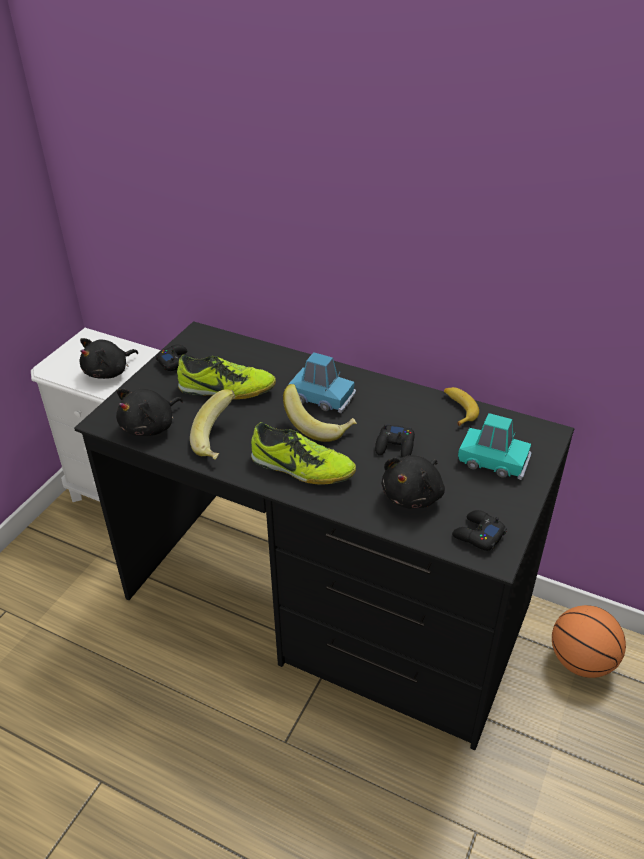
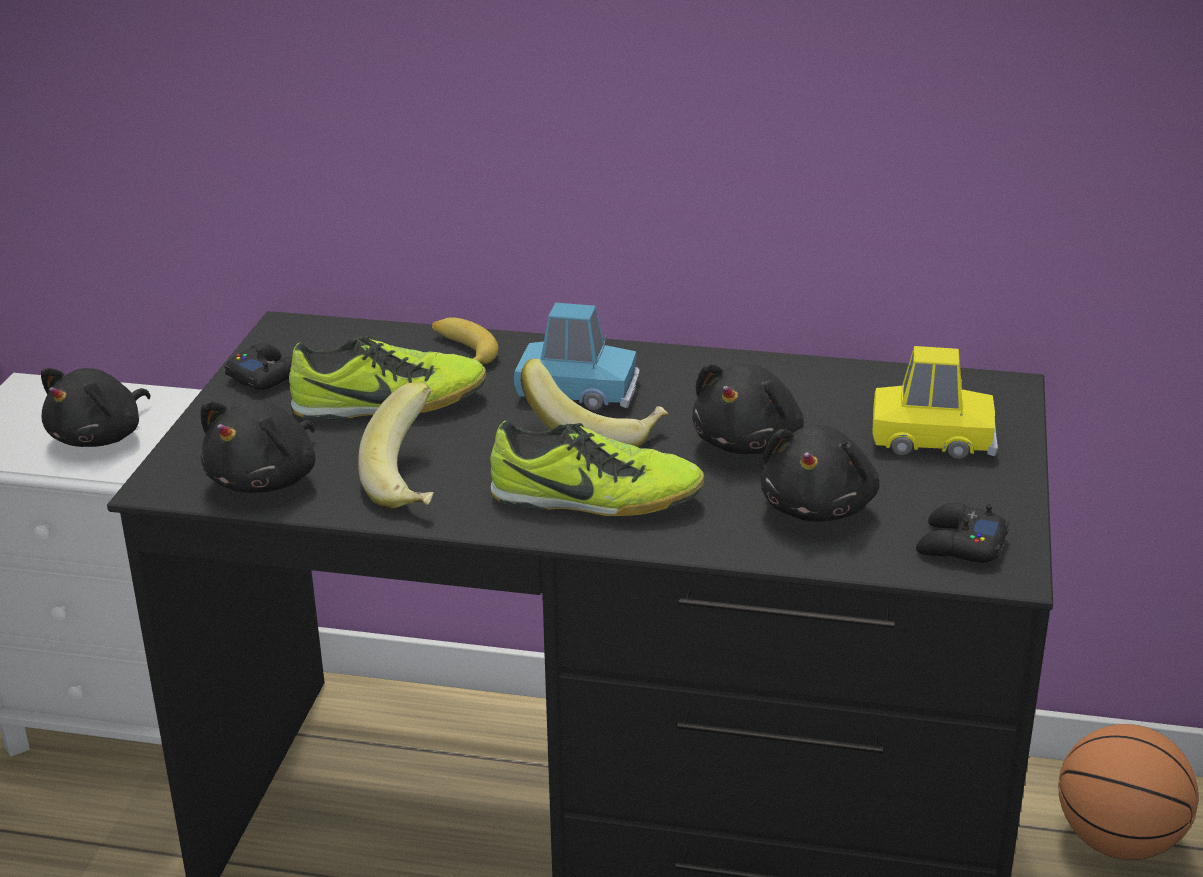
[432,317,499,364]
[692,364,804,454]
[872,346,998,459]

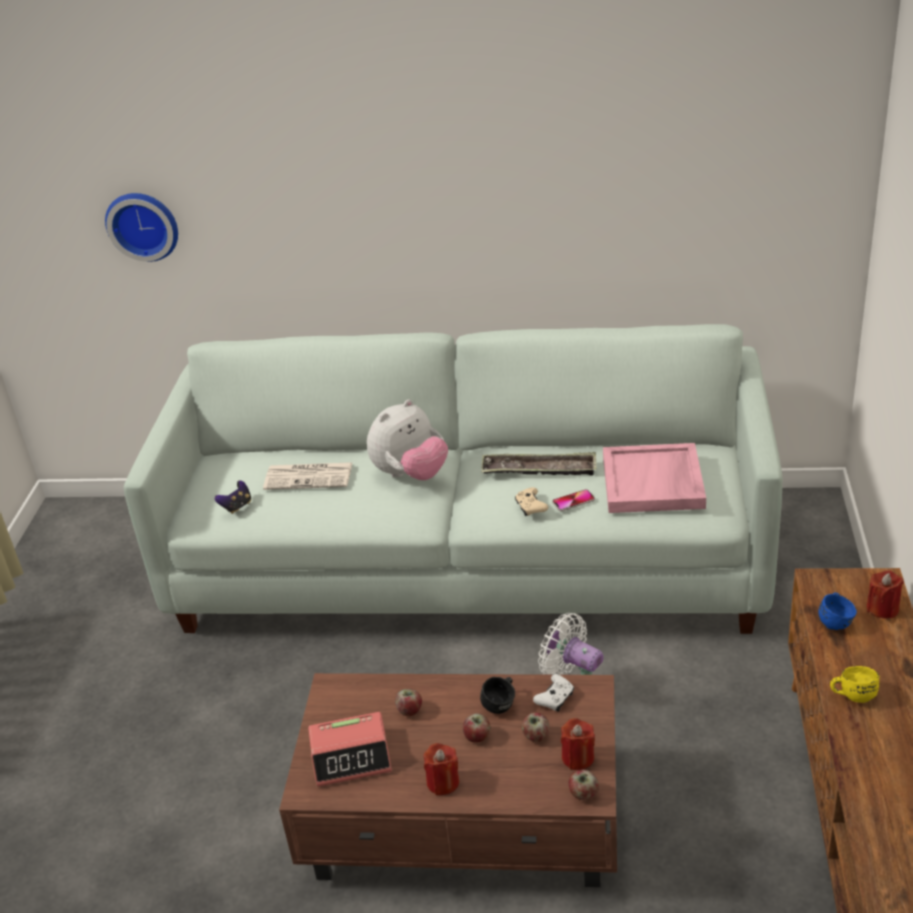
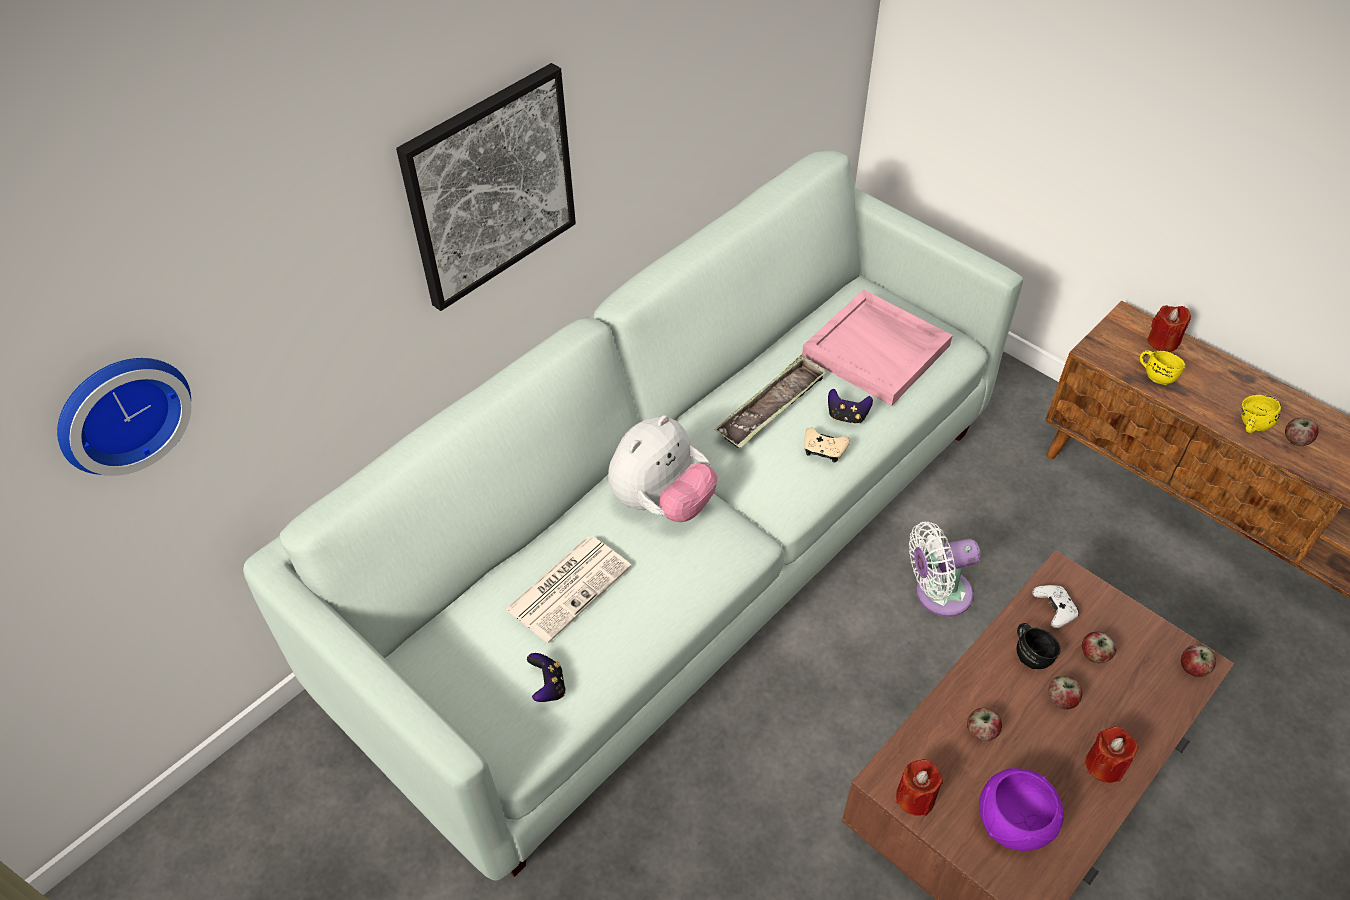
[396,63,576,311]
[608,415,718,522]
[828,389,873,424]
[896,759,943,816]
[979,768,1064,851]
[1140,350,1185,385]
[1285,418,1319,446]

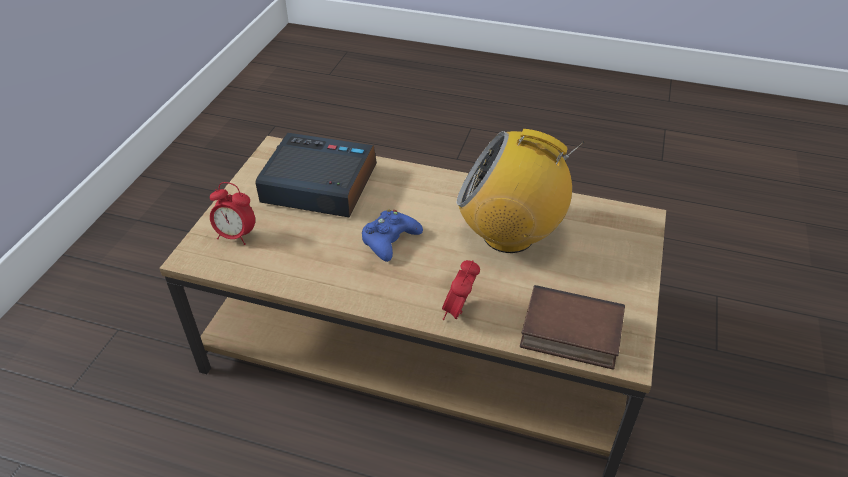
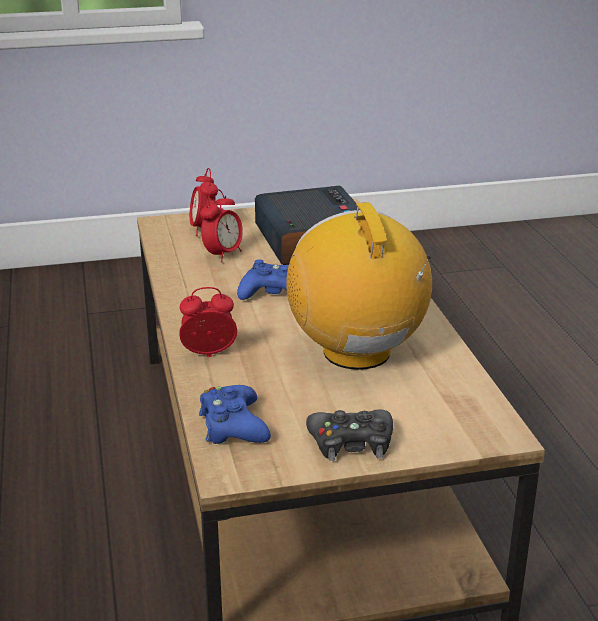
[199,385,271,444]
[200,189,243,262]
[306,409,393,461]

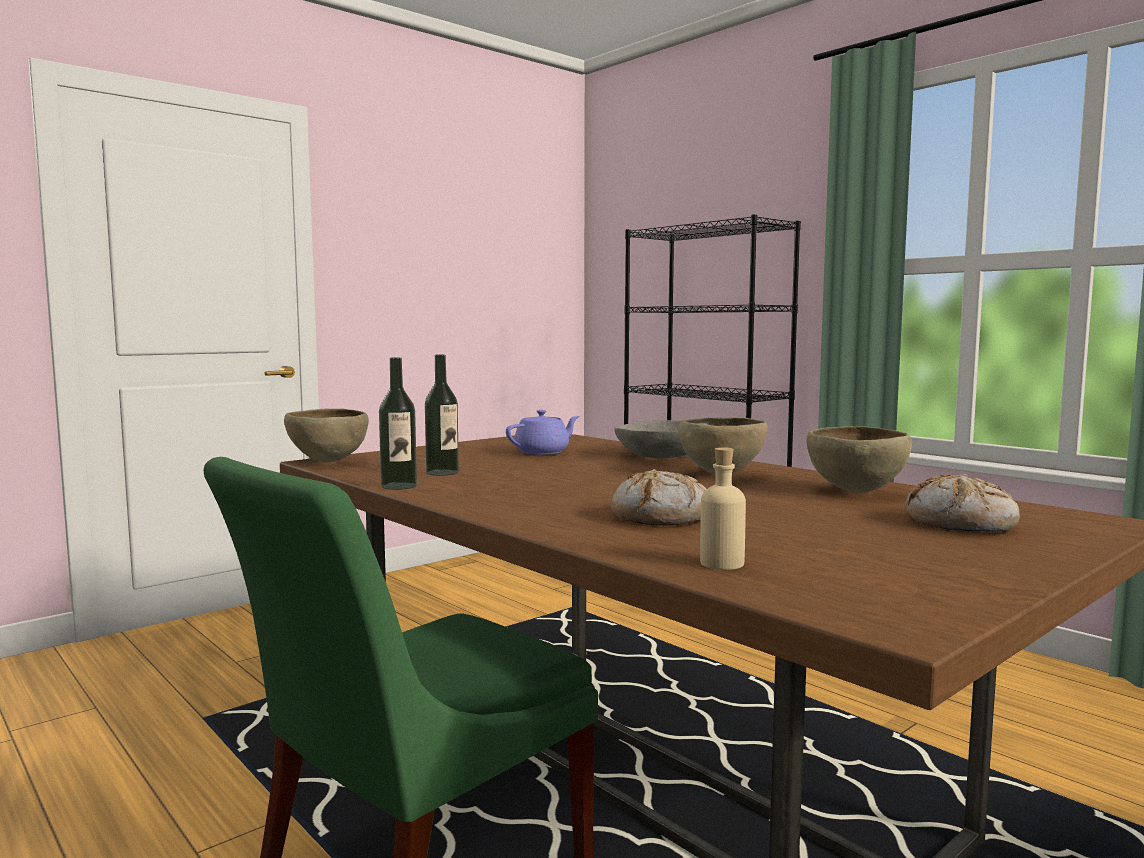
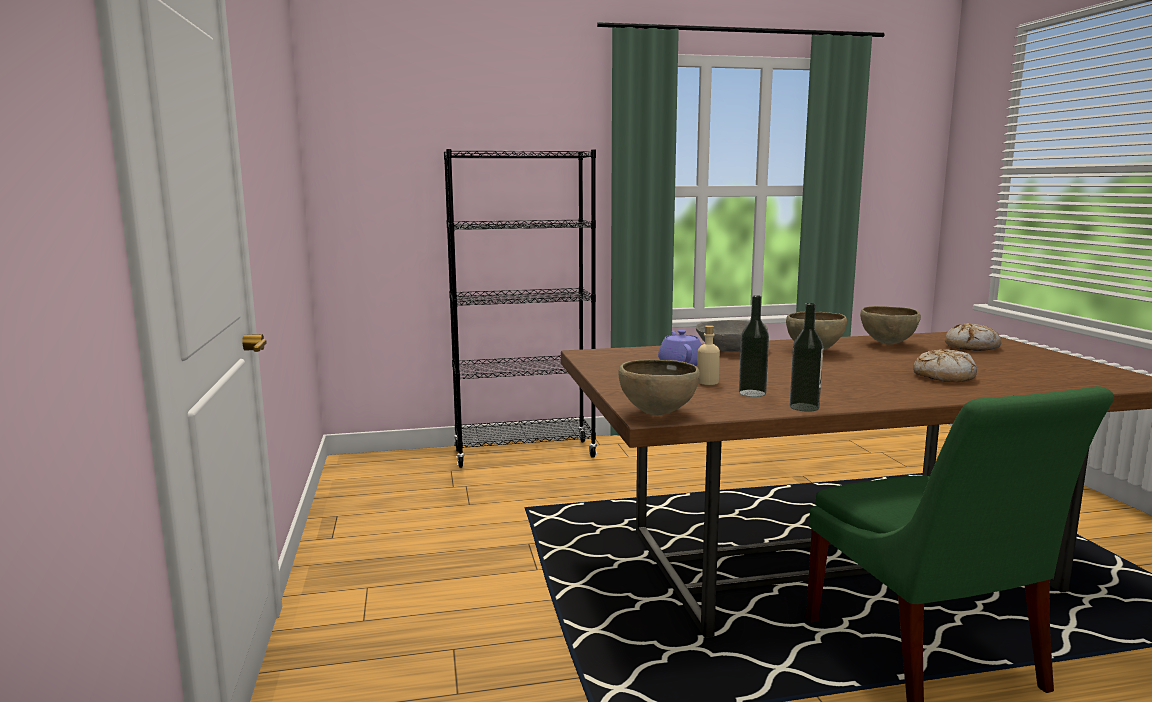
[697,325,720,385]

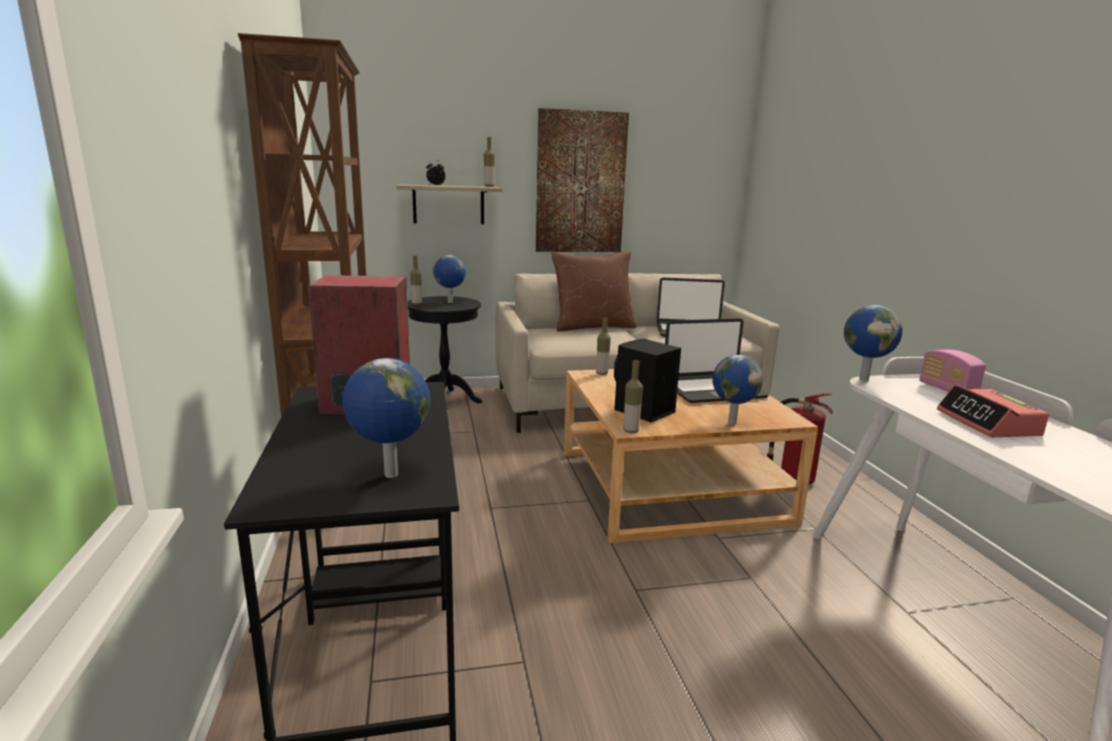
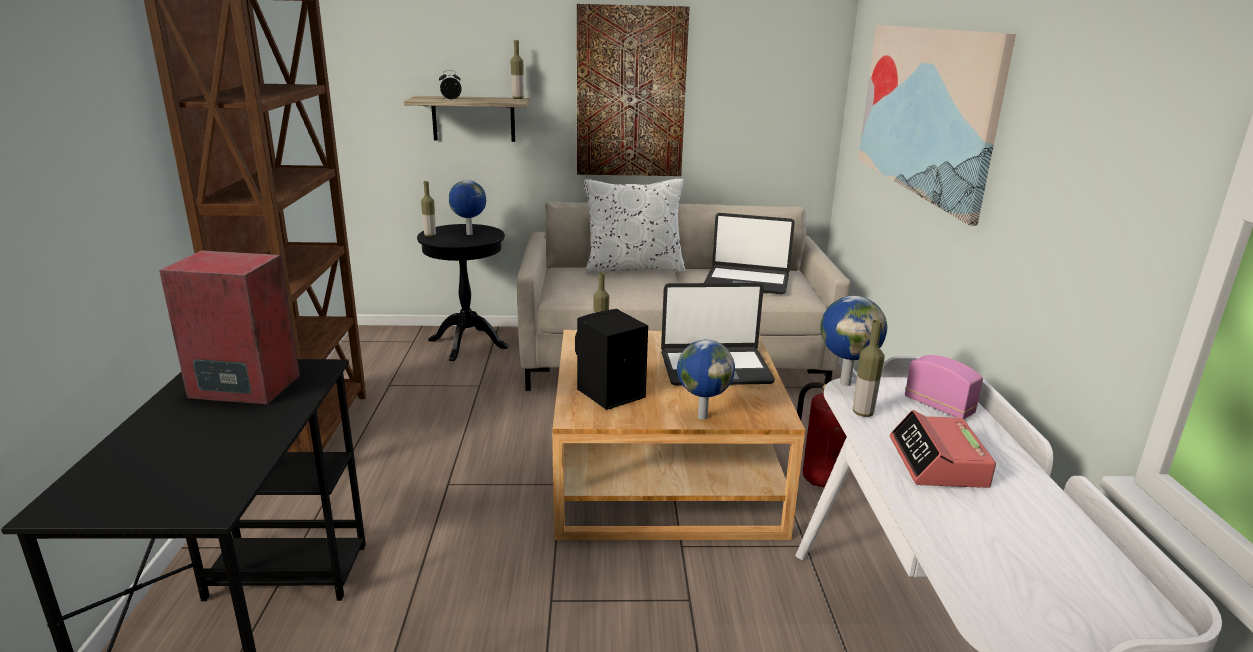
[584,179,685,274]
[853,320,885,417]
[858,25,1016,225]
[905,355,983,419]
[342,358,430,478] (first image)

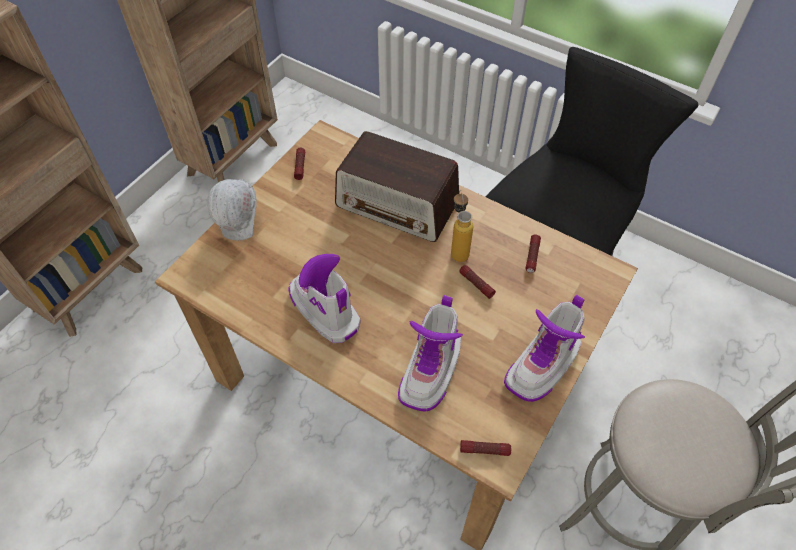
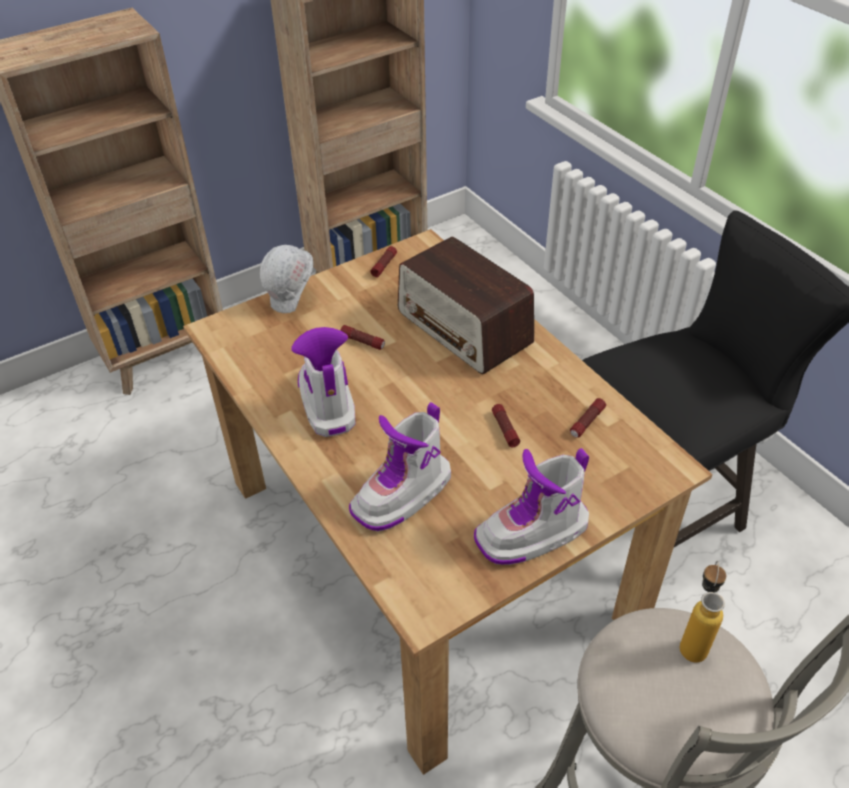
[340,325,385,350]
[680,561,726,663]

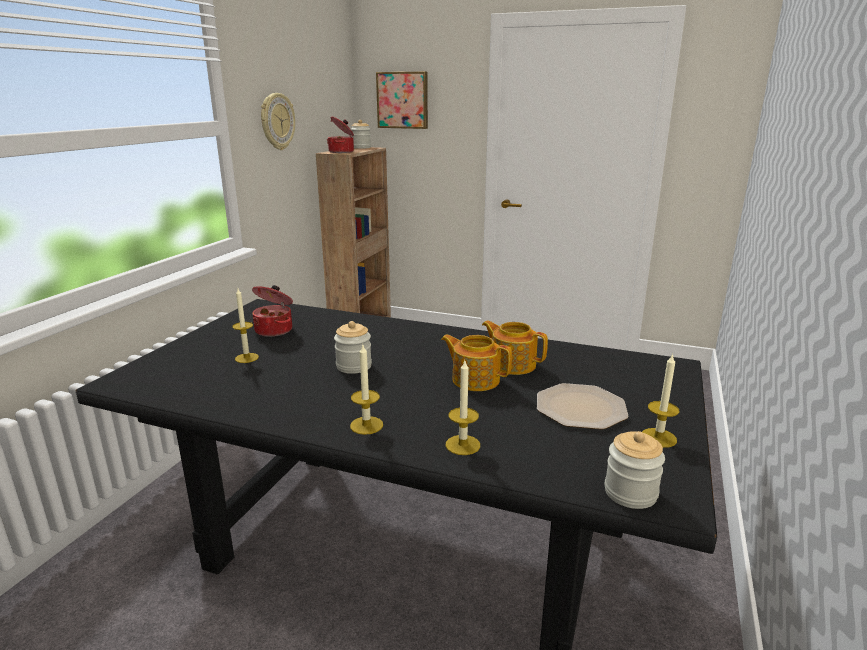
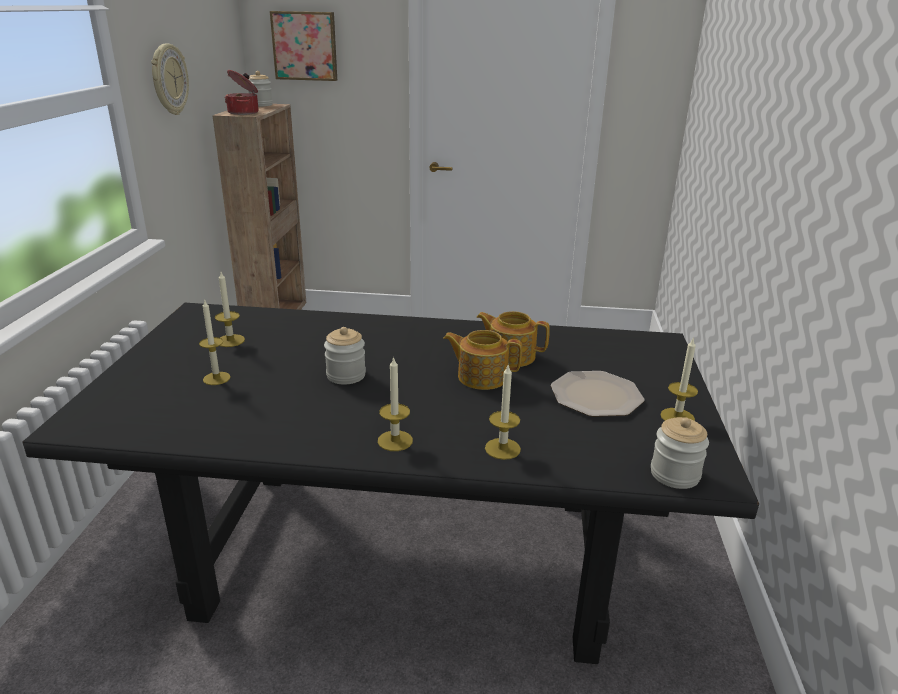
[215,272,245,347]

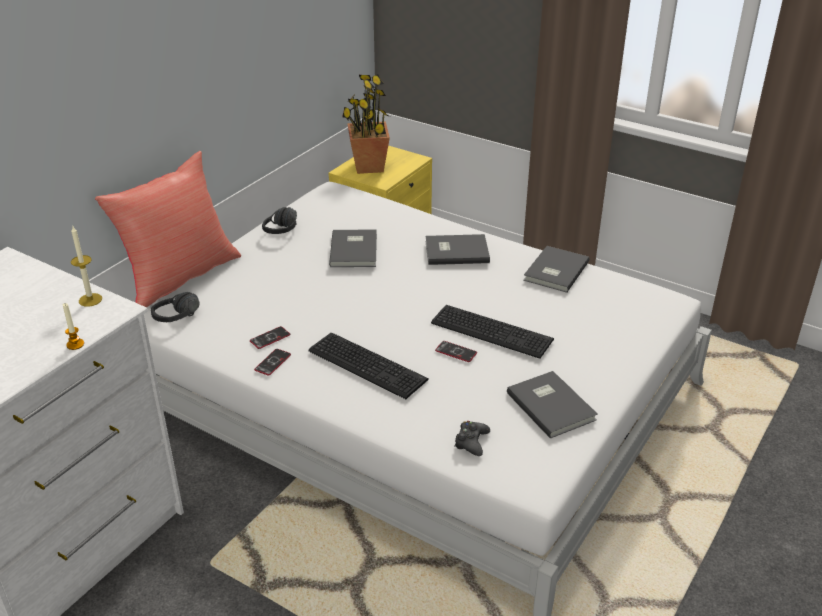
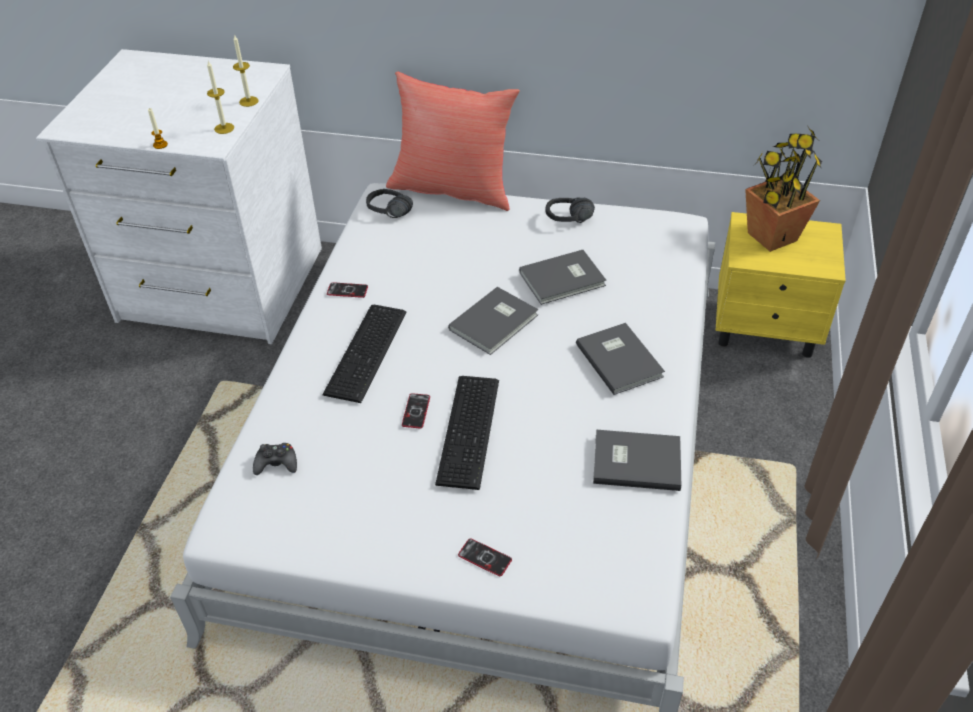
[233,34,259,107]
[448,287,538,355]
[458,538,512,576]

